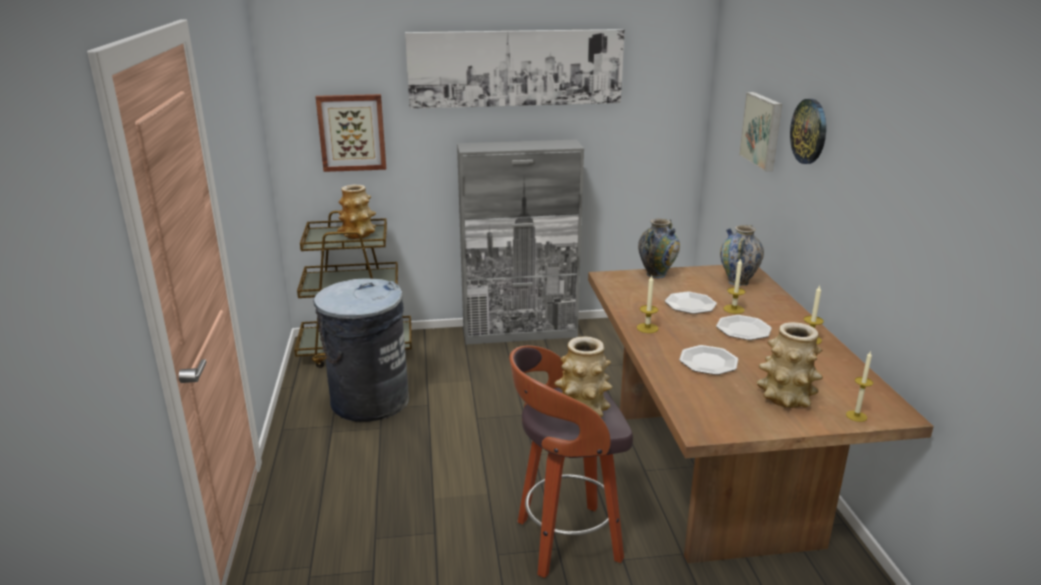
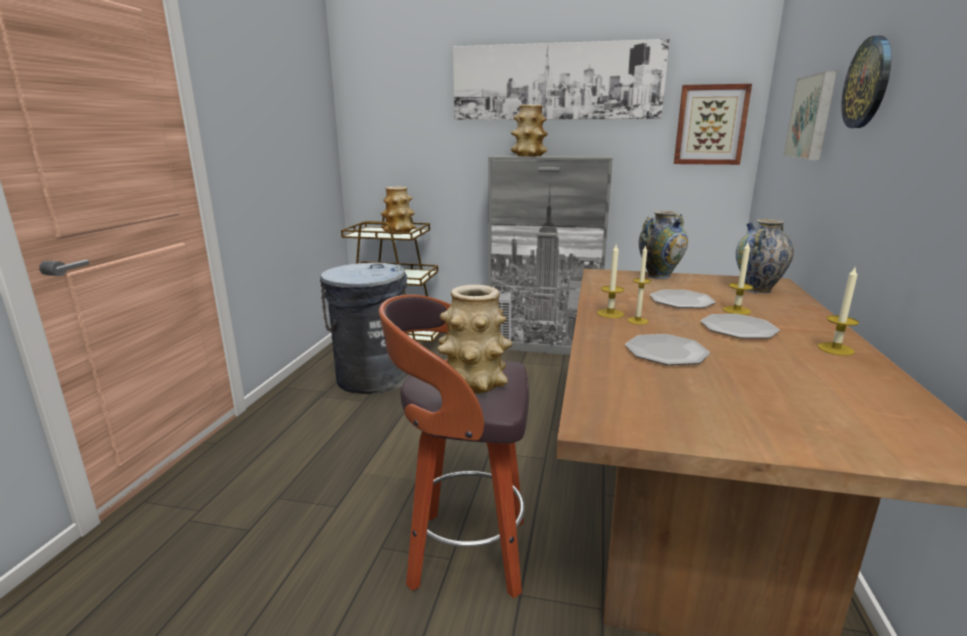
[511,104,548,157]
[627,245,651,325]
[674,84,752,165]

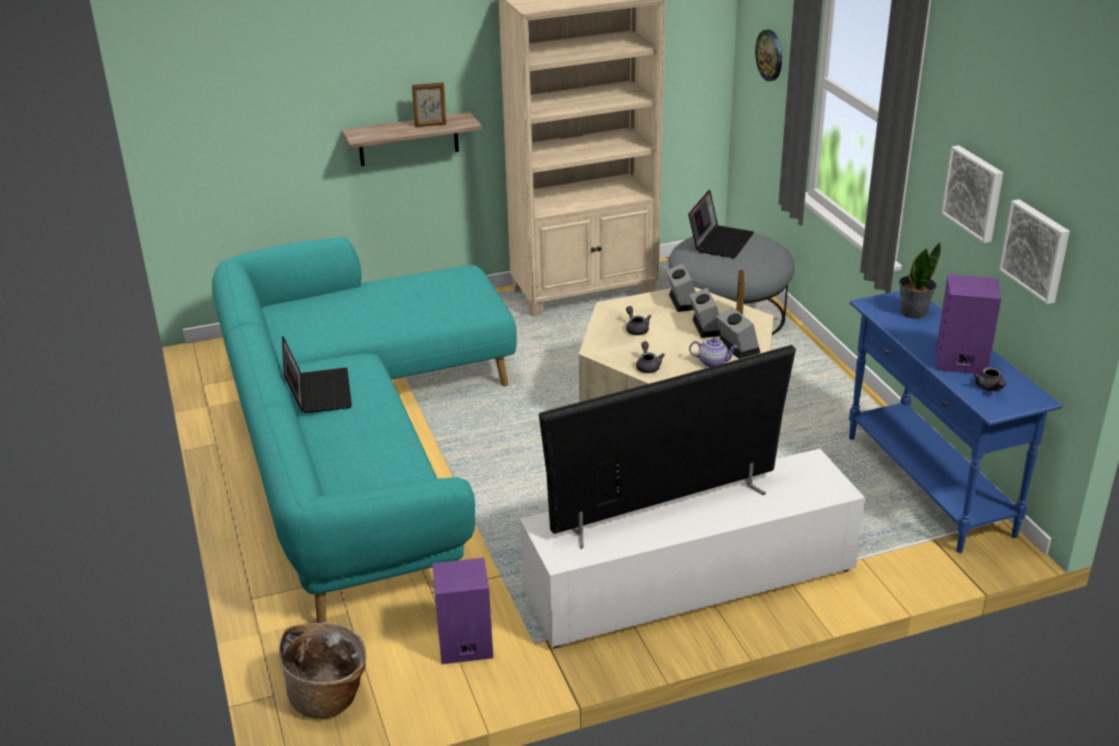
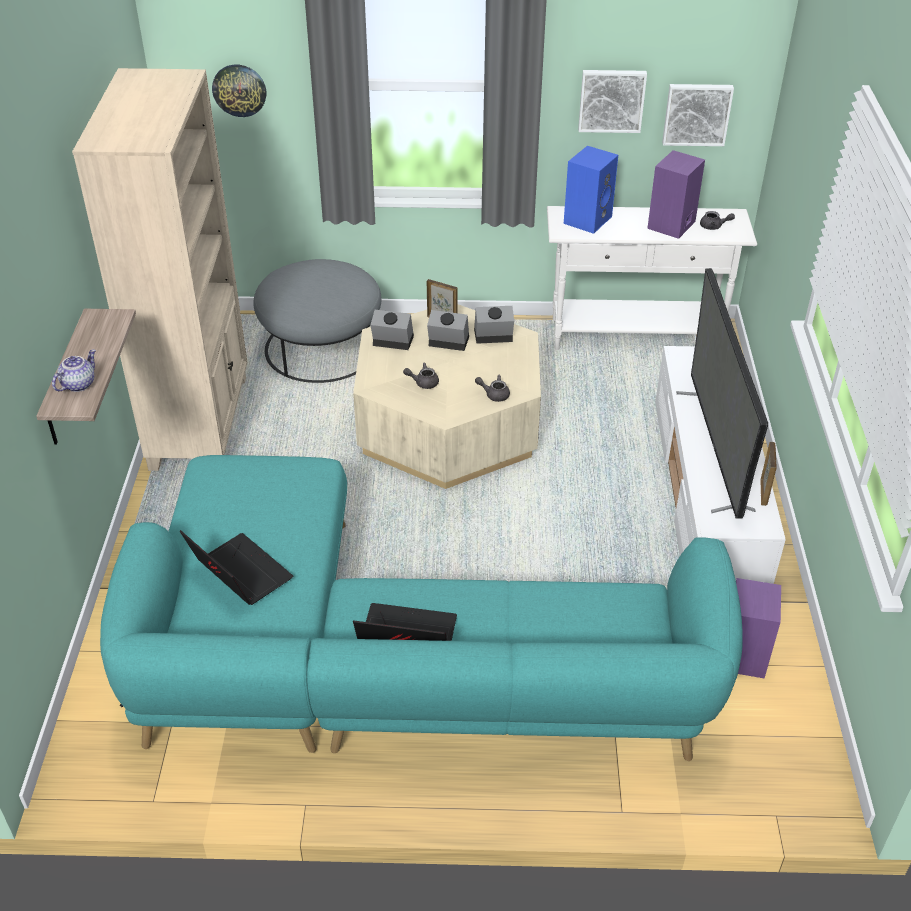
[52,349,96,392]
[180,530,293,605]
[547,206,757,350]
[564,146,618,234]
[760,442,777,506]
[278,622,366,719] (first image)

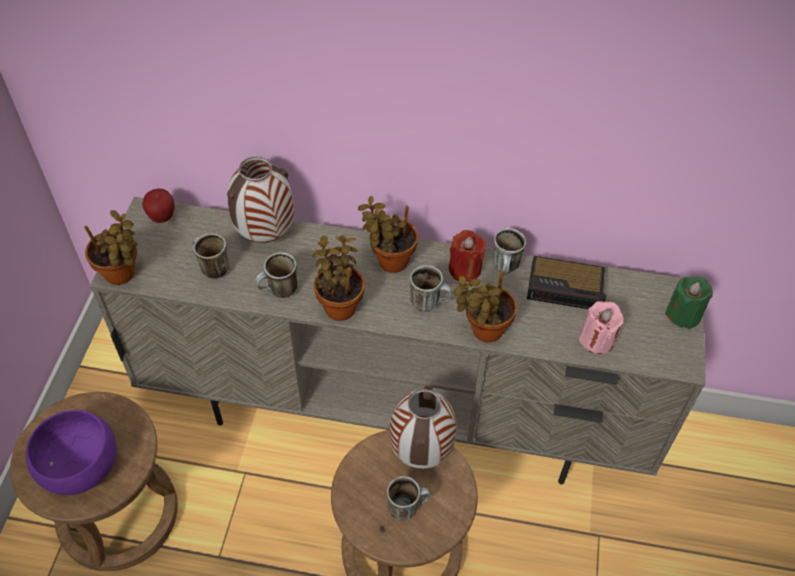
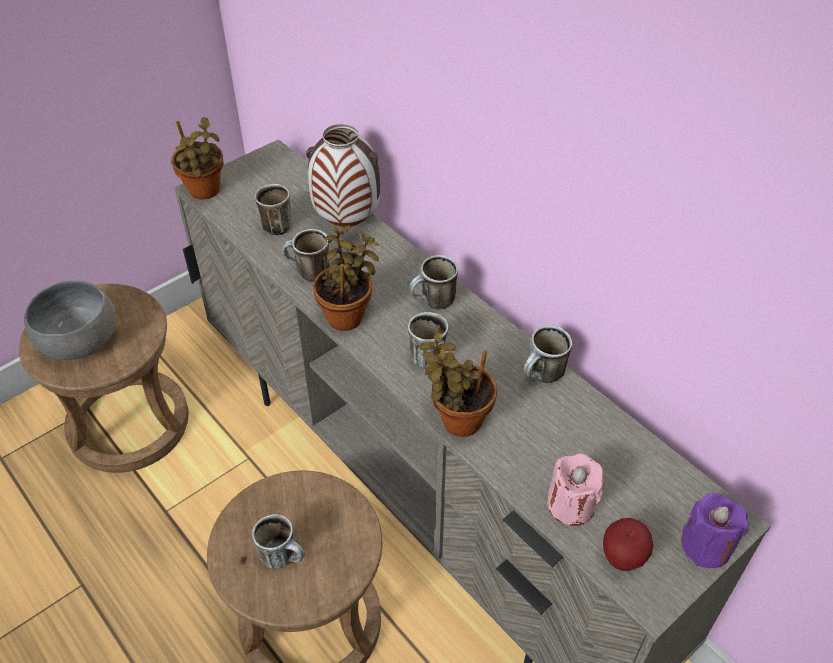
[24,281,116,360]
[409,255,458,310]
[603,518,653,571]
[681,493,749,568]
[389,386,456,469] (first image)
[449,230,486,282] (first image)
[527,256,606,309] (first image)

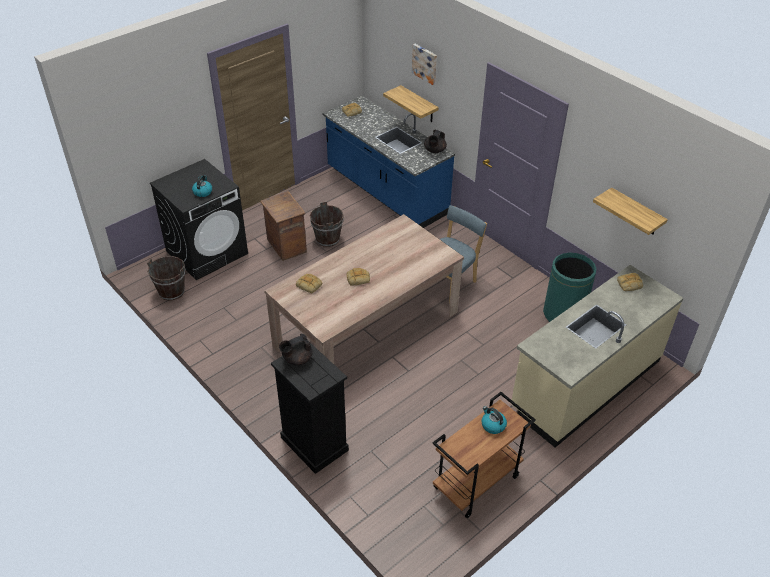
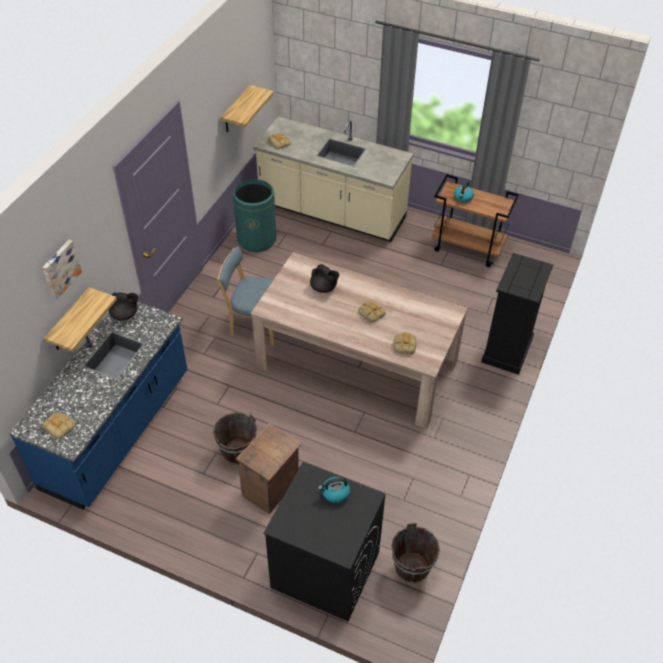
[310,264,339,293]

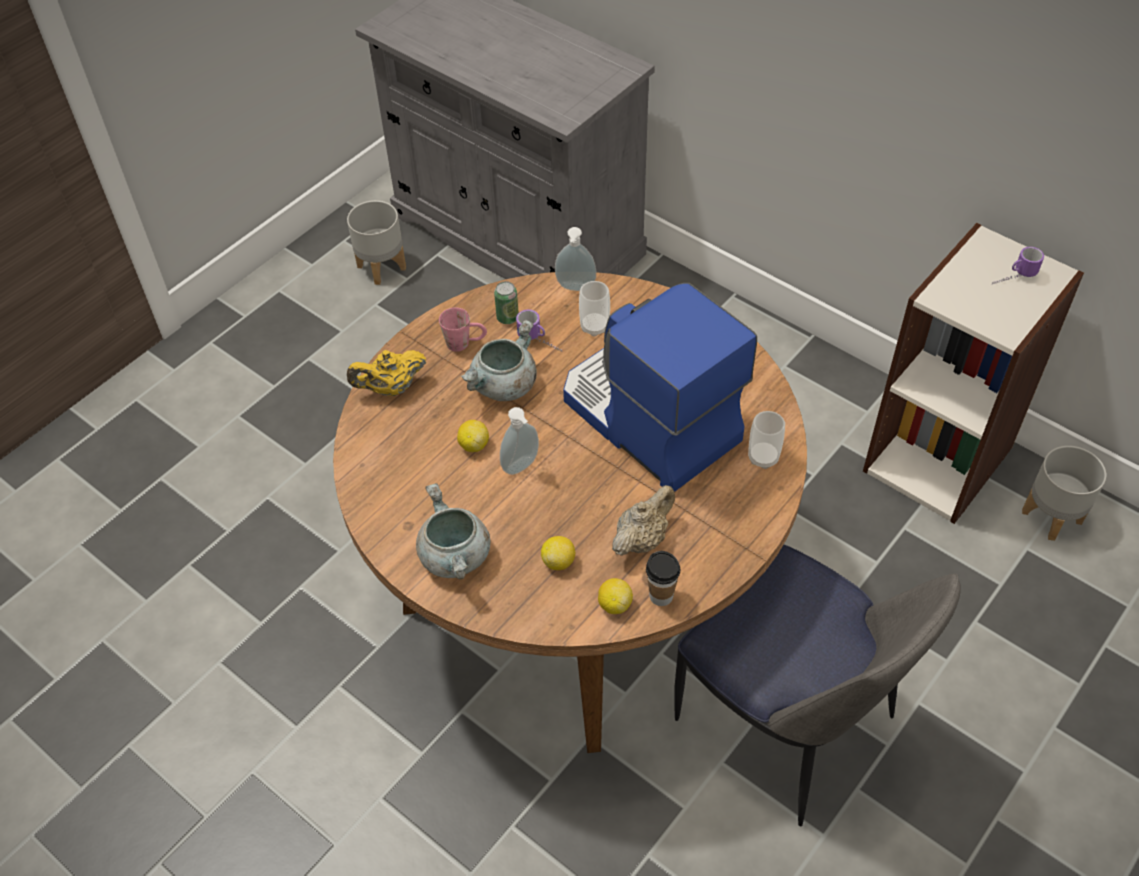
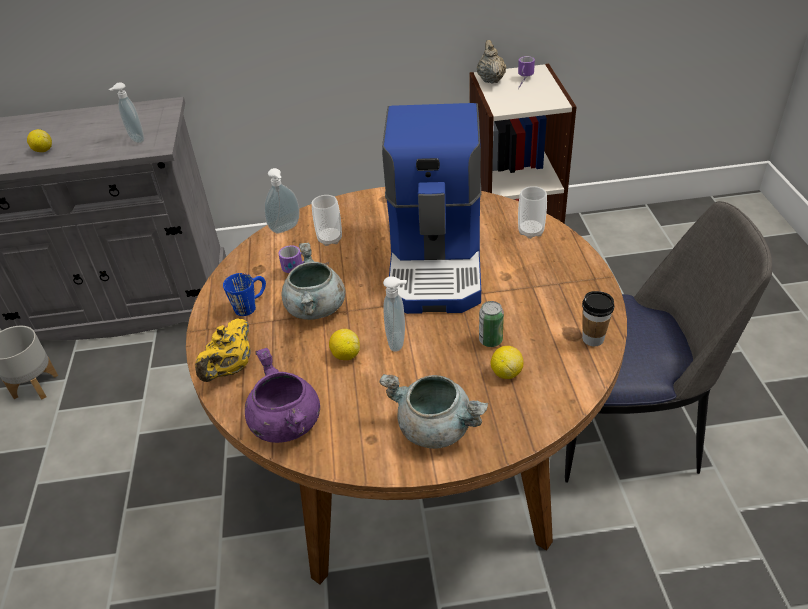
[27,129,52,152]
[109,82,144,143]
[223,273,266,316]
[245,348,320,443]
[382,103,481,314]
[477,40,506,84]
[479,301,504,347]
[1022,446,1106,541] (first image)

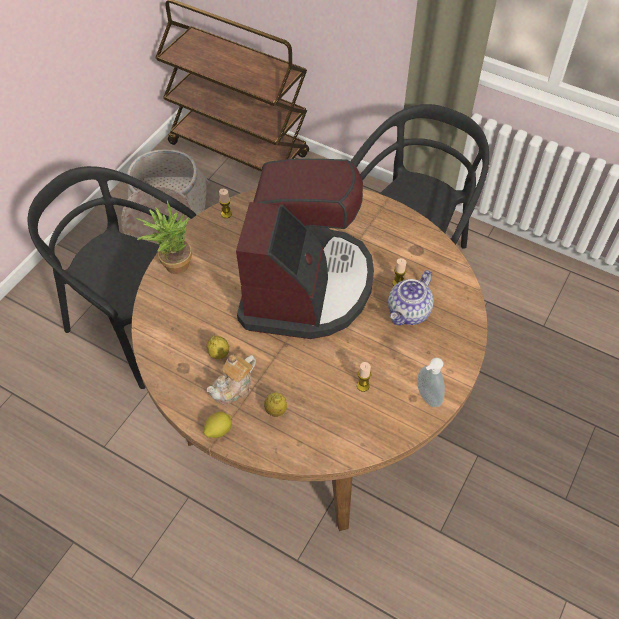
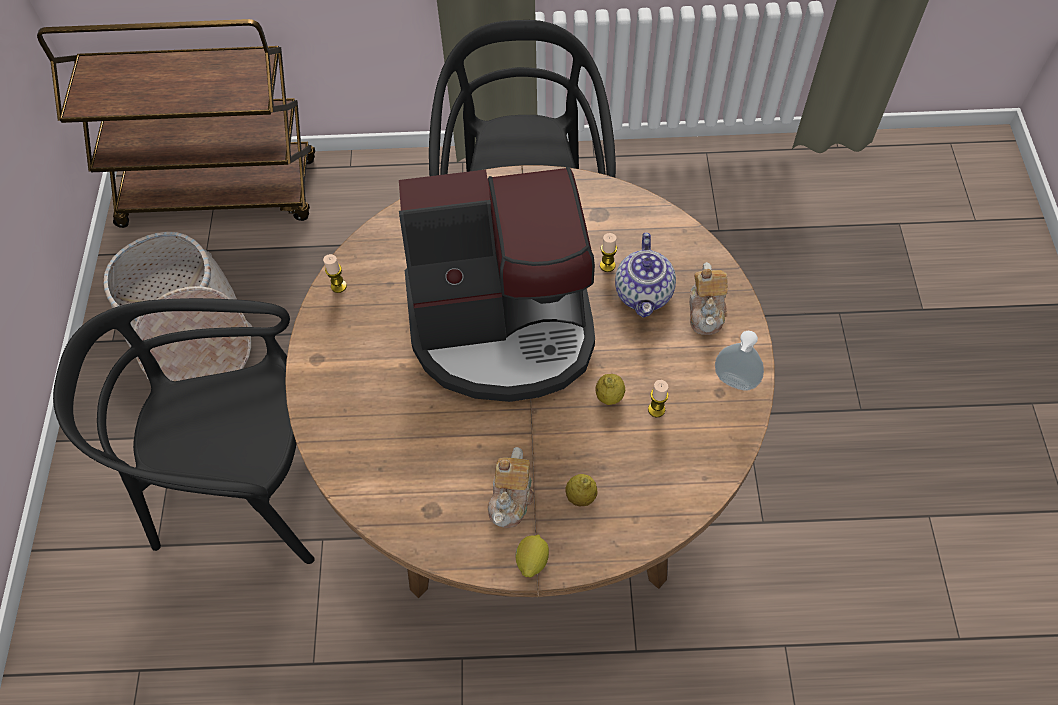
[399,167,595,402]
[596,374,625,405]
[689,262,728,335]
[136,200,192,274] (first image)

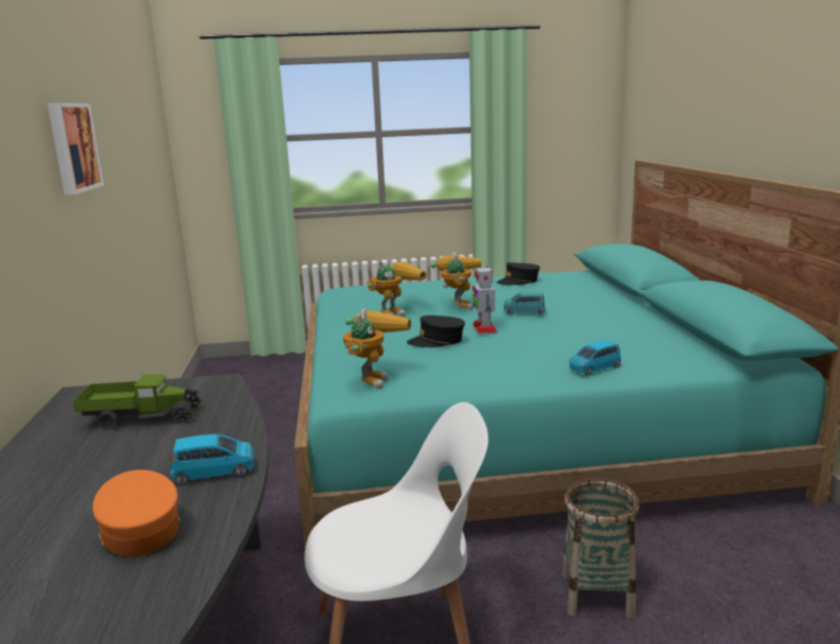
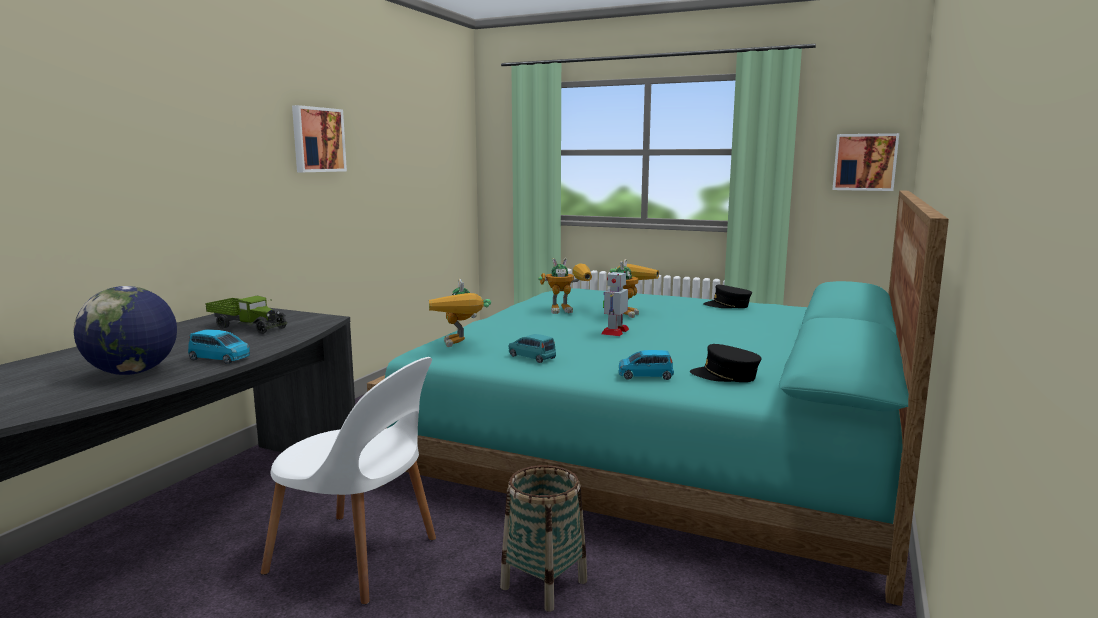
[74,286,177,375]
[429,279,491,347]
[508,334,556,363]
[690,344,762,382]
[833,133,899,191]

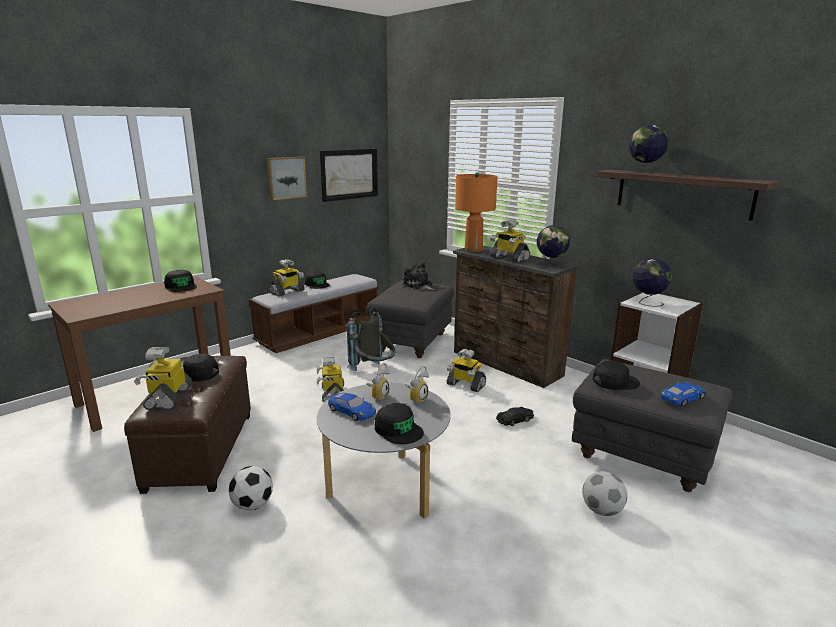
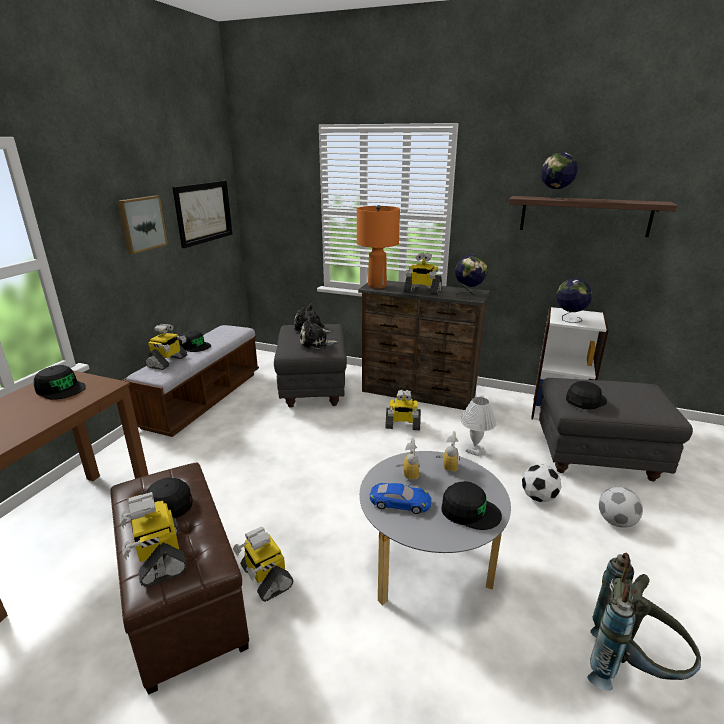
[233,526,294,602]
[300,316,339,349]
[460,397,497,456]
[522,464,561,502]
[587,553,701,691]
[661,382,706,407] (first image)

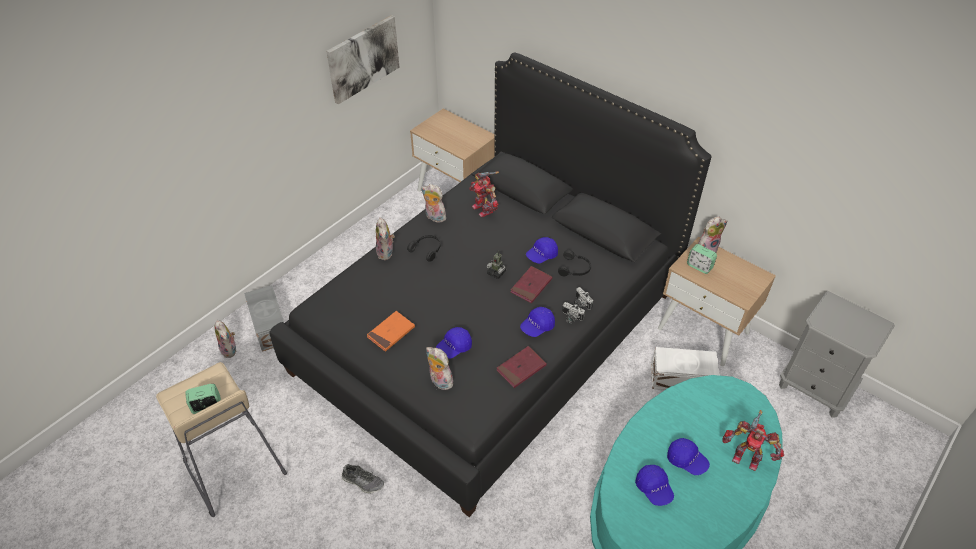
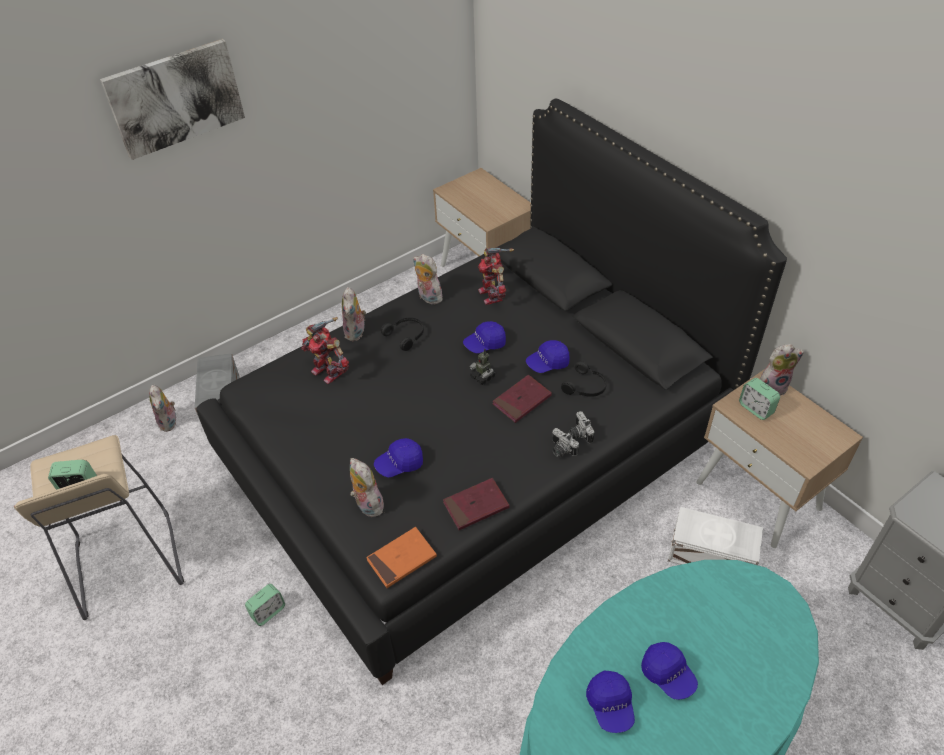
[100,39,245,160]
[245,584,285,626]
[301,317,349,384]
[366,527,437,588]
[463,321,506,354]

